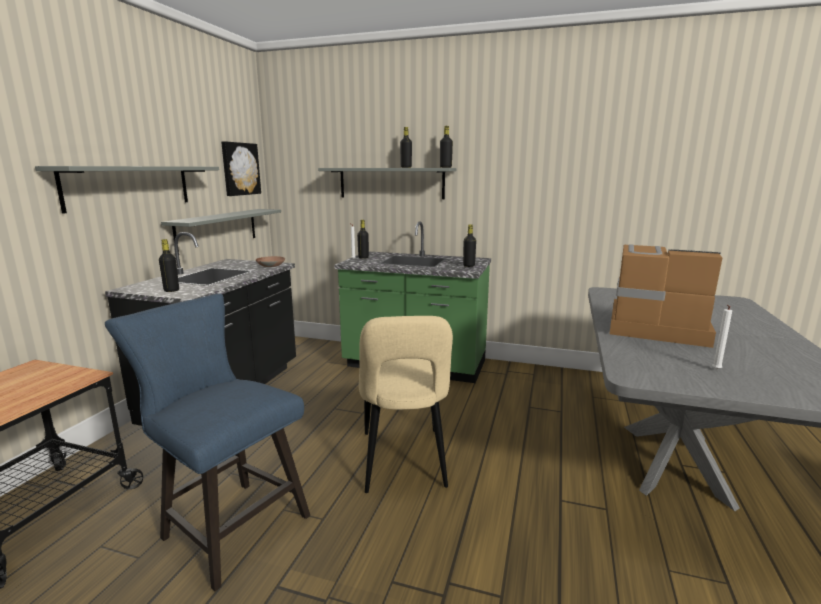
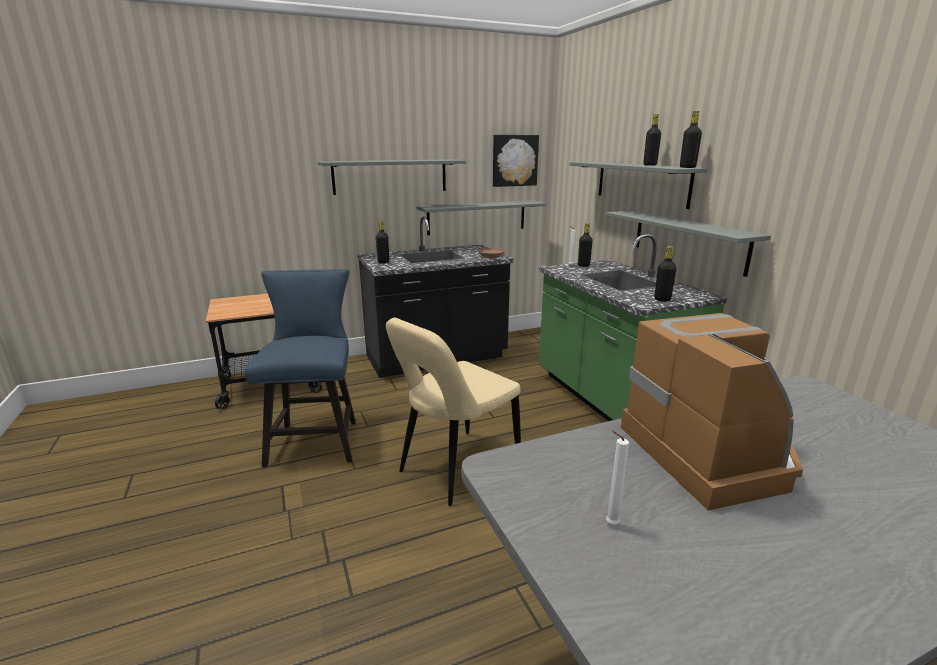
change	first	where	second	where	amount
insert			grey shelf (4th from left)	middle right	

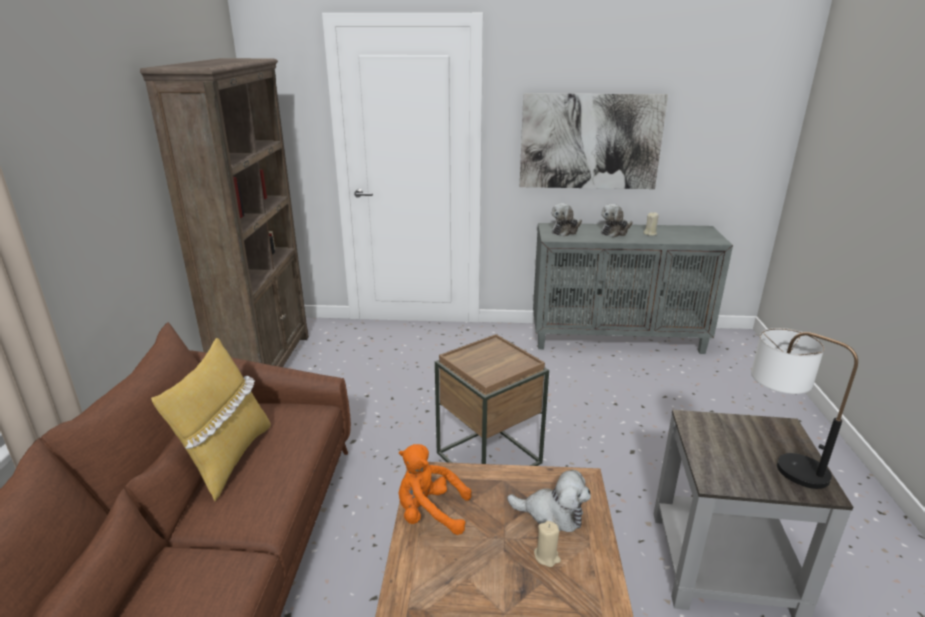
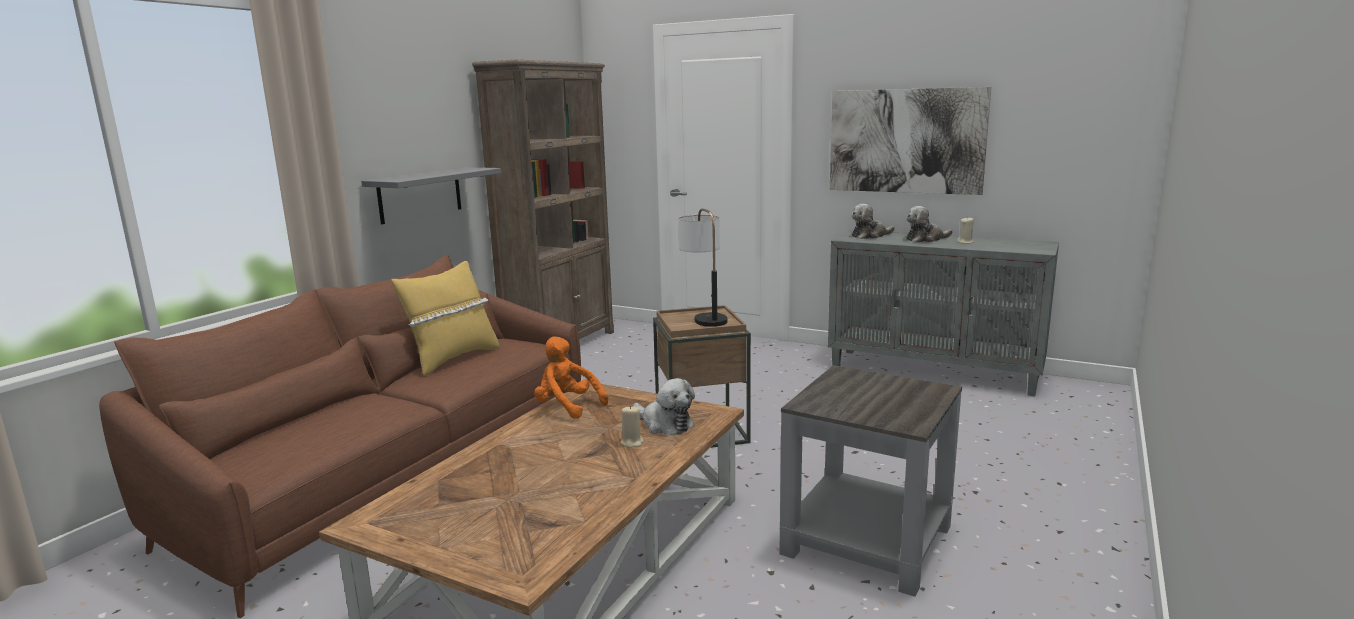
change	first	where	second	where	amount
insert			grey shelf	top left	
move	table lamp	middle right		centre	

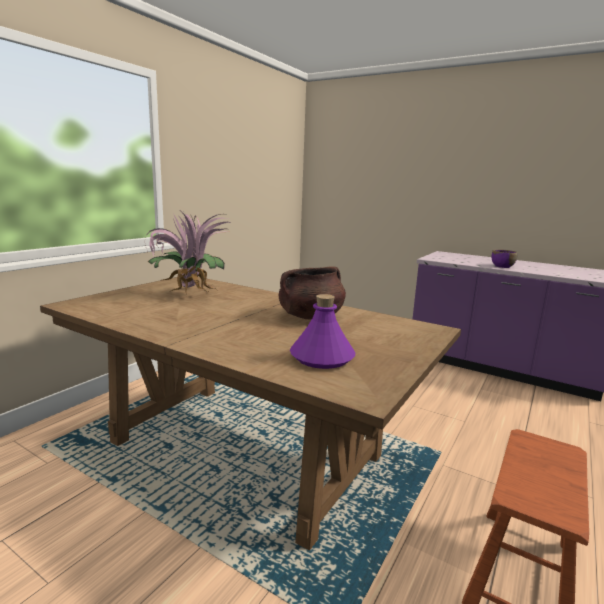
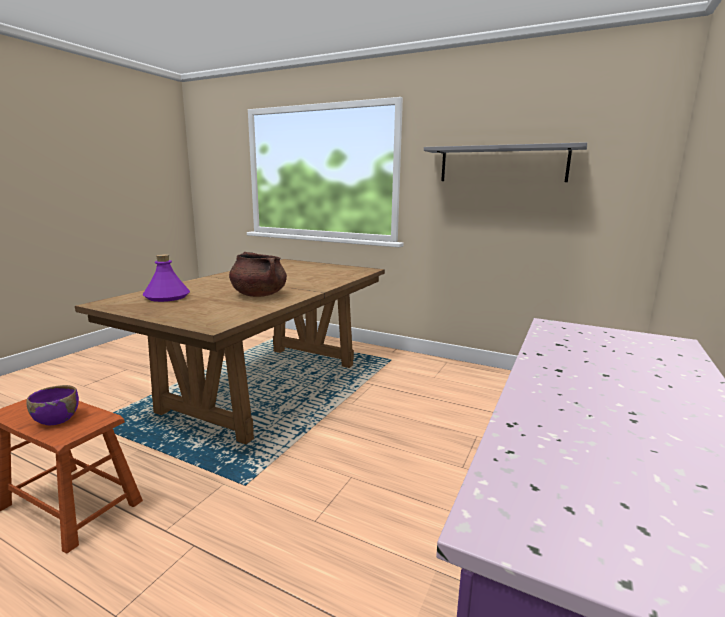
change	first	where	second	where	amount
move	purple bowl	middle right		middle left	
insert			grey shelf	top right	
delete	potted plant	middle left			

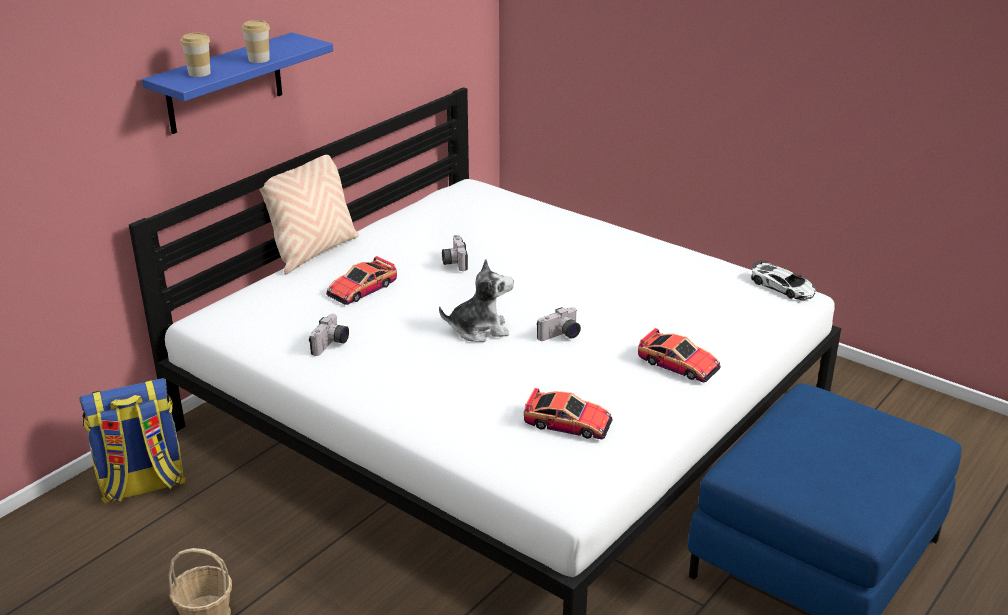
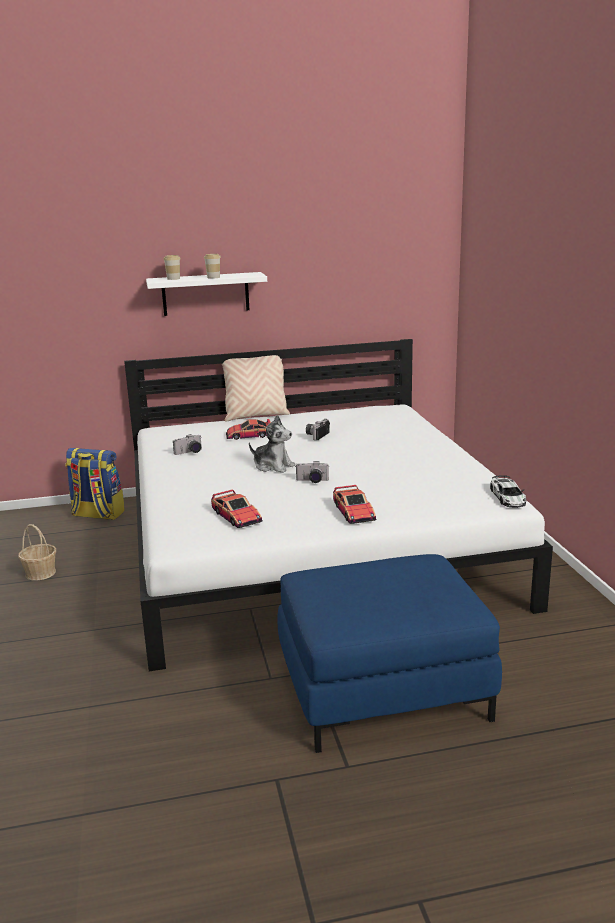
change	first	where	second	where	amount
recolor	blue shelf	top left	white shelf	top centre	

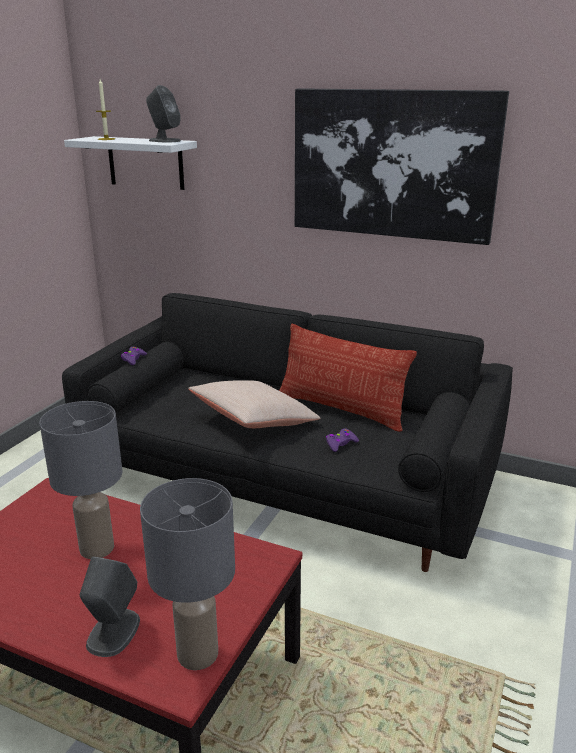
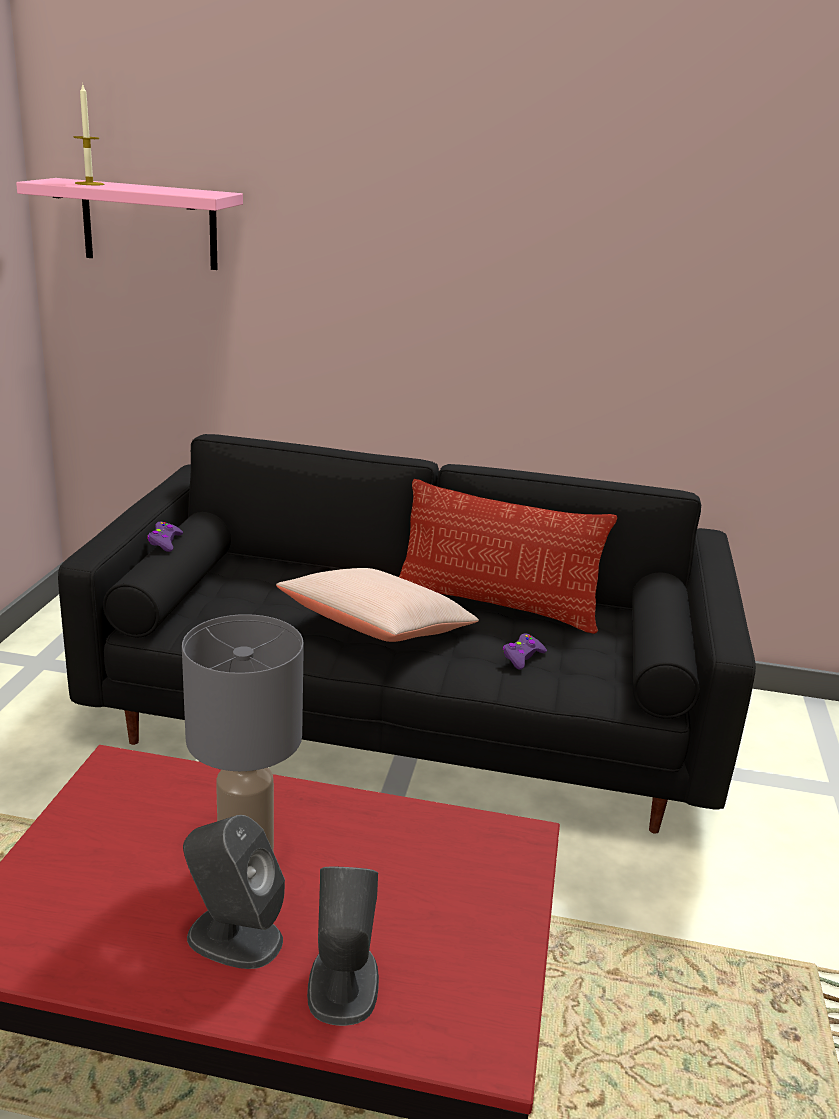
change	first	where	second	where	amount
recolor	white shelf	top left	pink shelf	top left	
move	grey speaker (2nd from left in the first image)	top left	grey speaker (1st from left)	bottom left	
delete	grey table lamp (2nd from left)	bottom left			
delete	picture	top right			

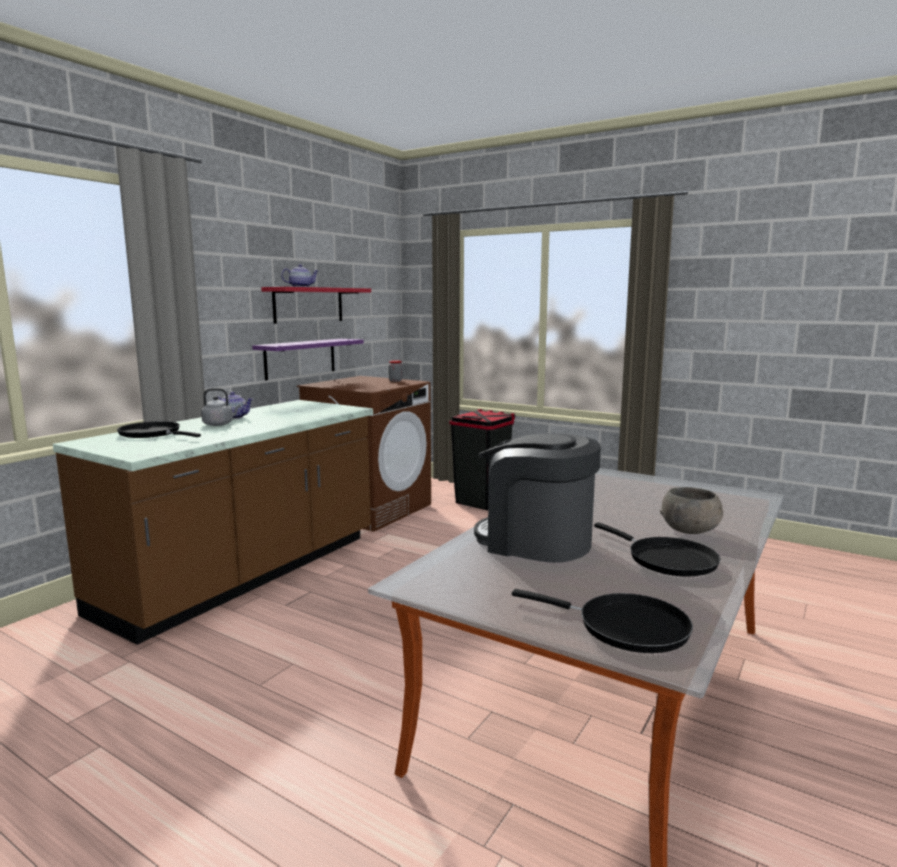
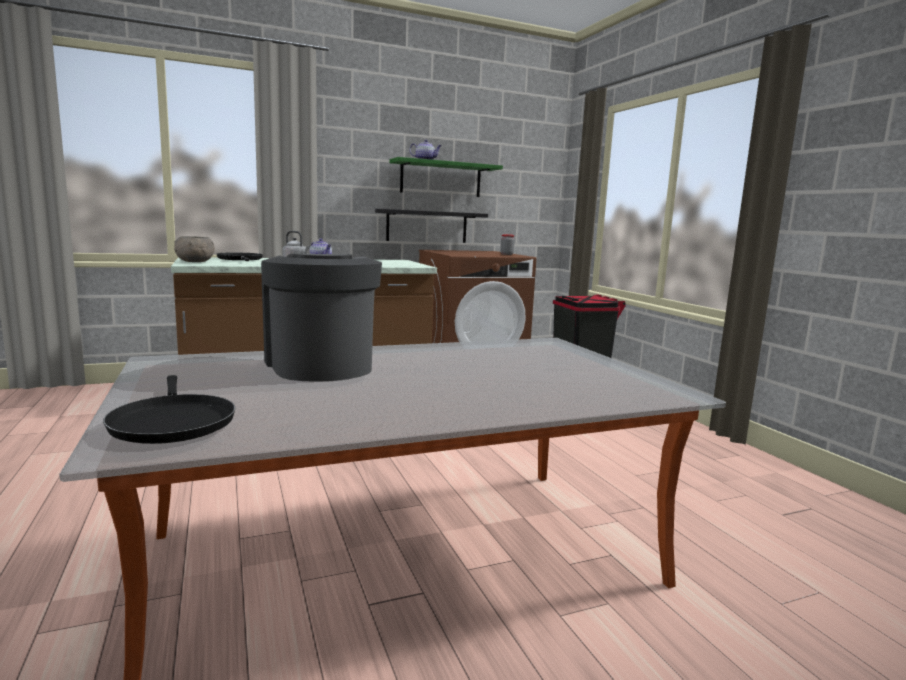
change	first	where	second	where	amount
move	grey bowl	middle right		middle left	
recolor	purple shelf	centre	black shelf	top centre	
recolor	red shelf	centre	green shelf	top centre	
delete	black frying pan (3rd from left)	middle right			

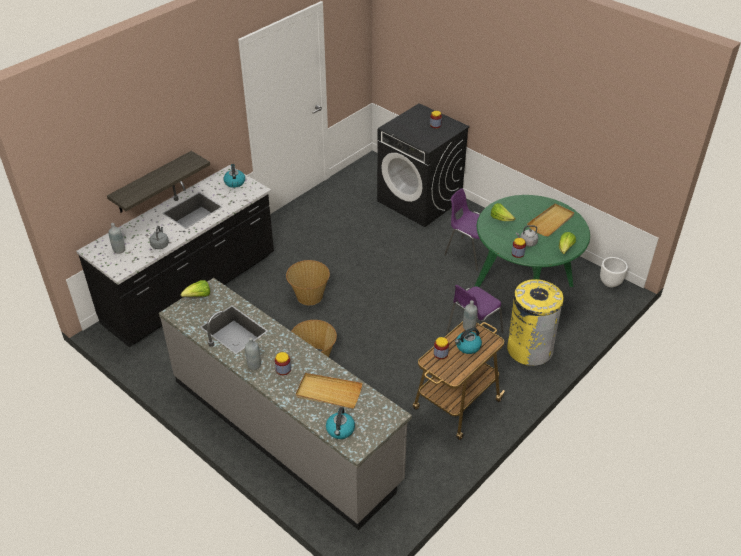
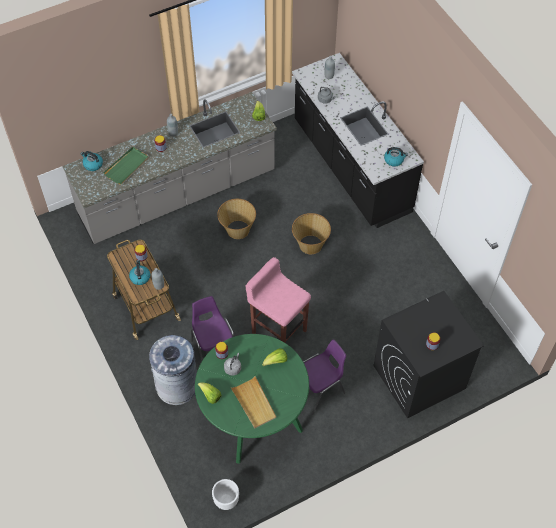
change	first	where	second	where	amount
recolor	beige tray (1st from left)	bottom centre	green tray	top left	
recolor	yellow trash can	middle right	grey trash can	bottom left	
insert			pink stool	centre	
delete	shelf	top left			

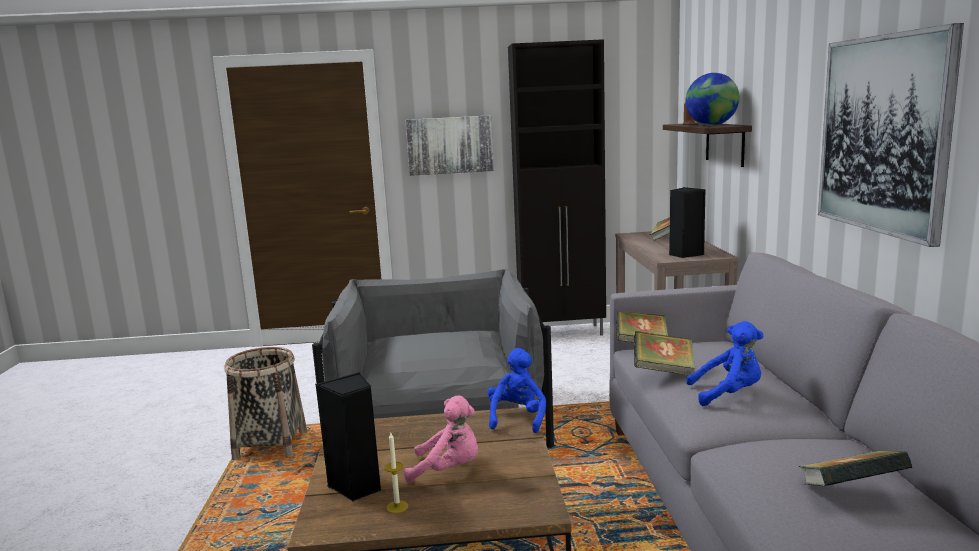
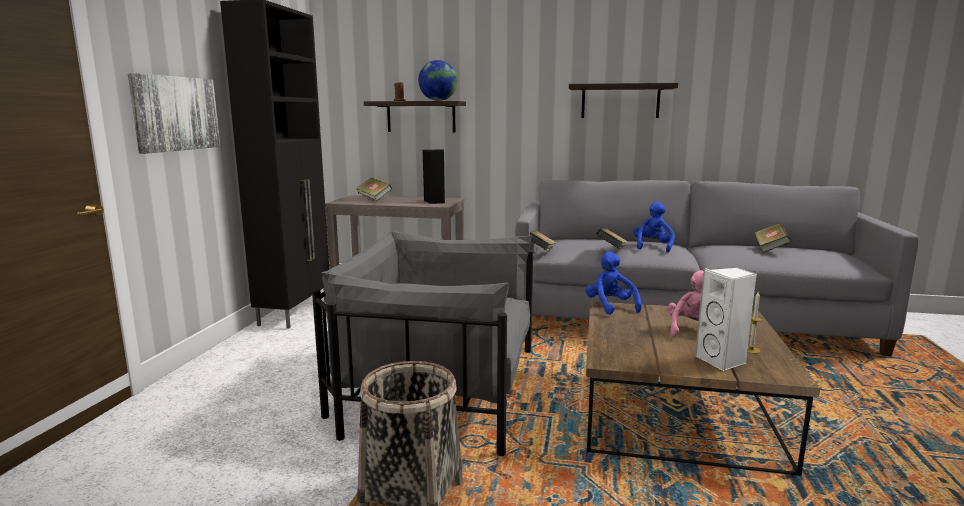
change	first	where	second	where	amount
replace	picture (2nd from left)	top right	shelf (2nd from left)	top centre	
rotate	blue plush toy (1st from left)	bottom centre		centre	45 degrees clockwise
recolor	black speaker (1st from left)	bottom centre	white speaker	middle right	

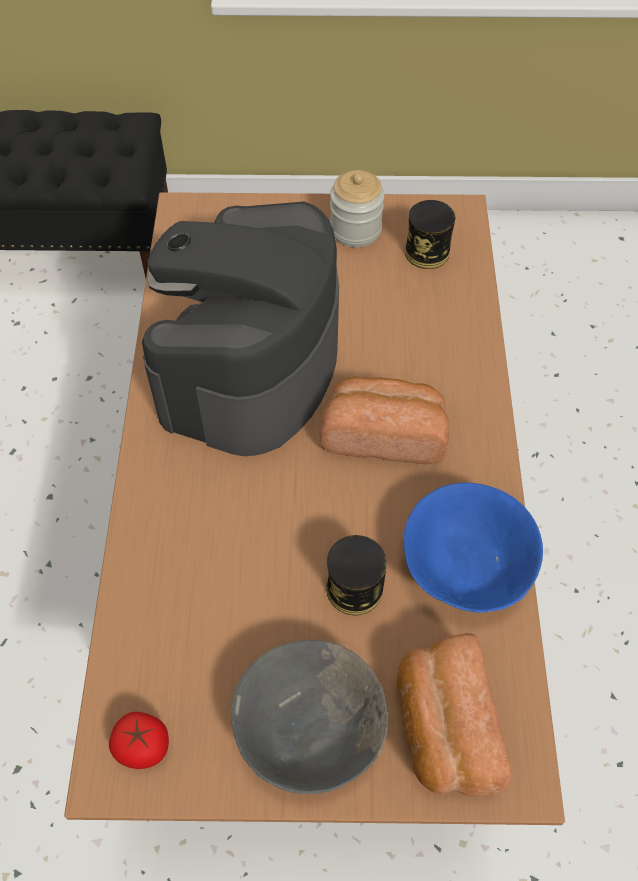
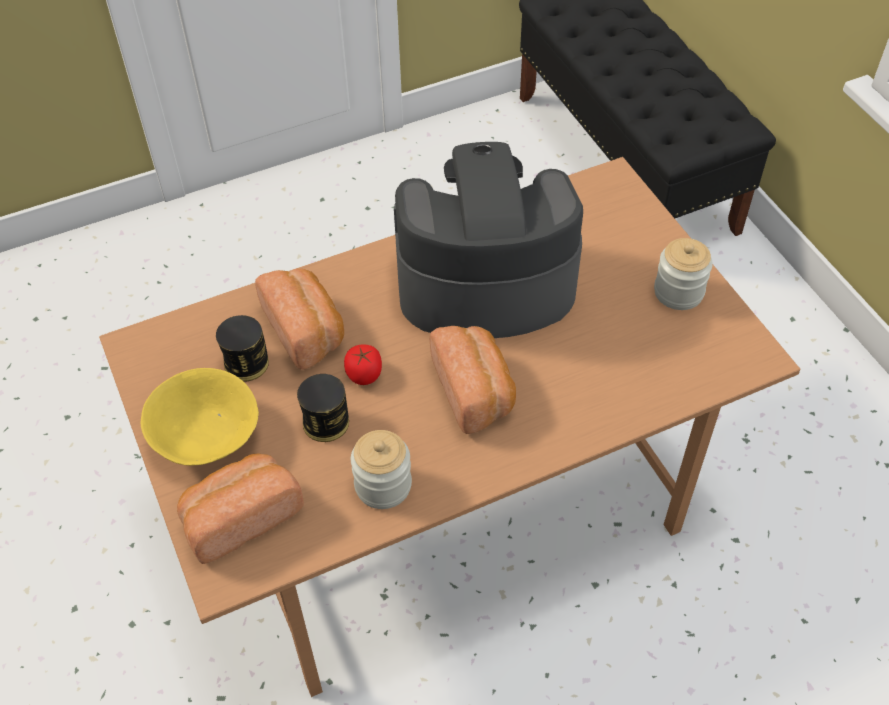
change	first	where	second	where	amount
recolor	grey bowl	bottom centre	yellow bowl	middle left	
move	can (2nd from left in the first image)	top right	can (1st from left)	middle left	
insert			bread (2nd from left)	centre	
move	tomato	bottom left		centre	
replace	blue bowl	middle right	jar (1st from left)	centre	

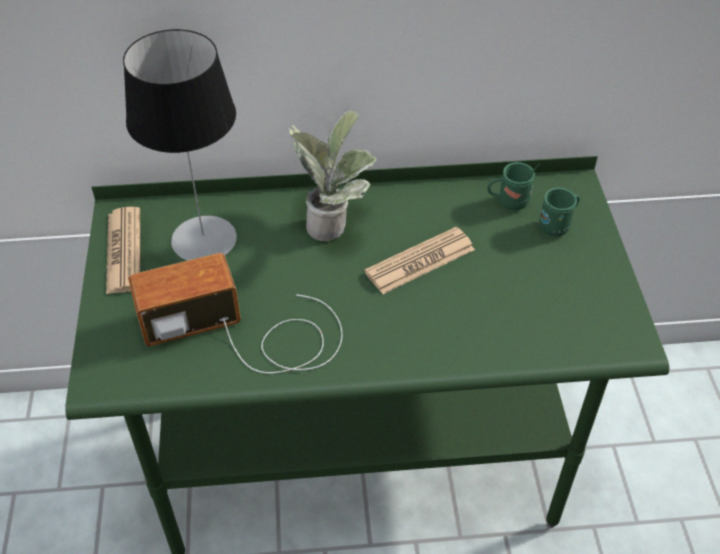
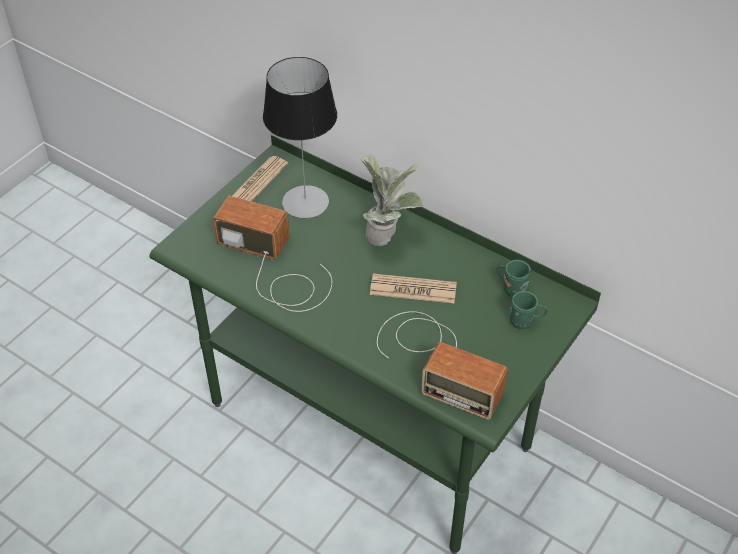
change	first	where	second	where	amount
insert			radio (2nd from left)	centre	

